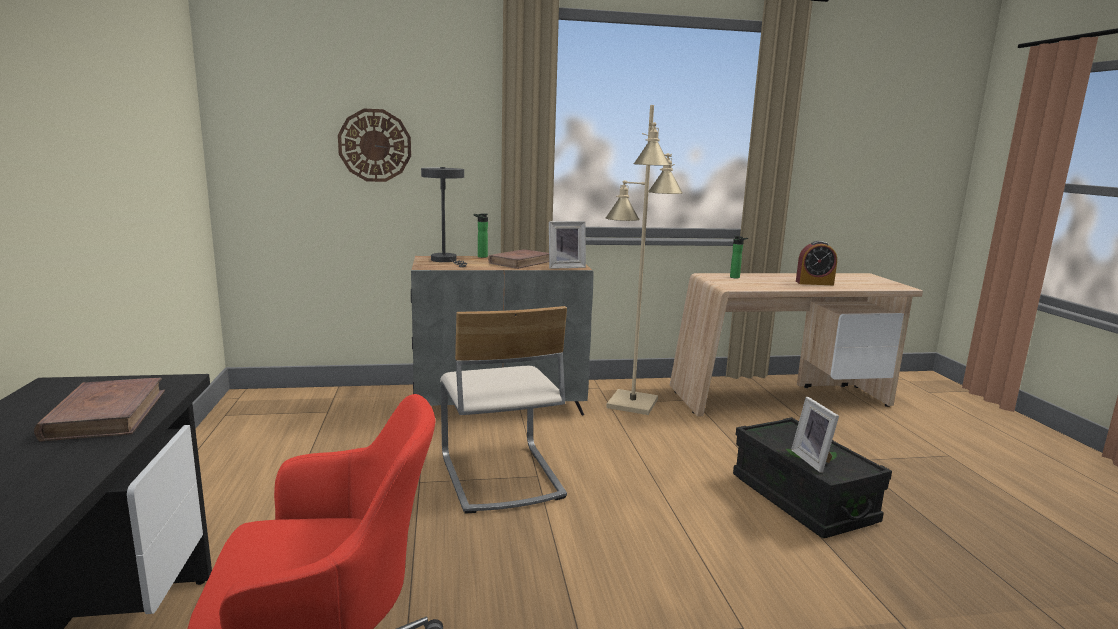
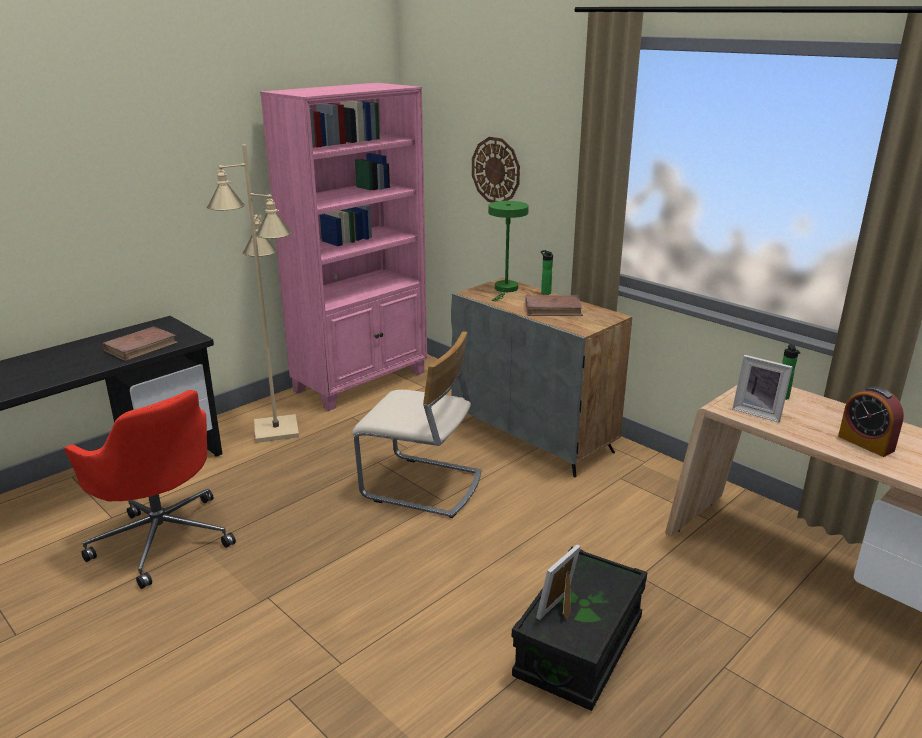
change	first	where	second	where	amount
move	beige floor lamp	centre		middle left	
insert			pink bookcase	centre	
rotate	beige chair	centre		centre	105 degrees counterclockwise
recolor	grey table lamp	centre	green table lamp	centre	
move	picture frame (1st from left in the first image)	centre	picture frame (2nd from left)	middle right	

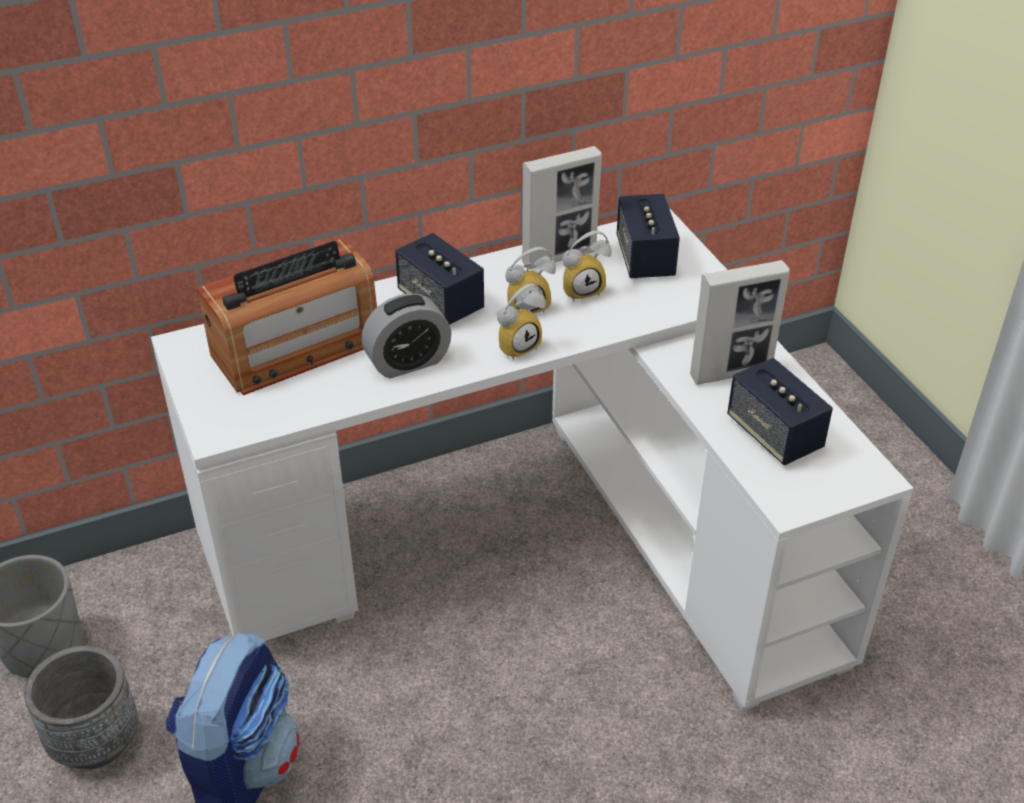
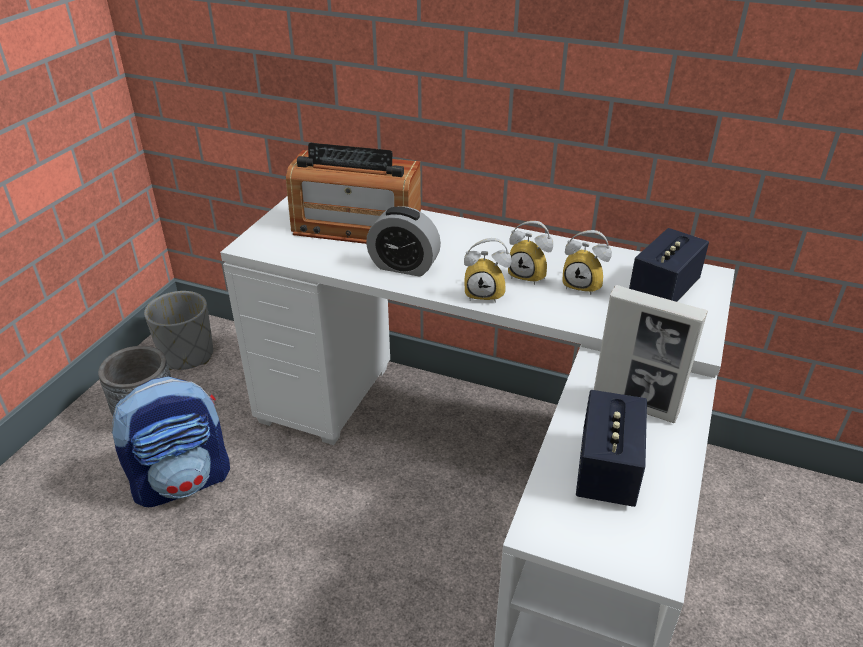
change	first	where	second	where	amount
delete	speaker (1st from left)	centre			
delete	picture frame (1st from left)	top centre			

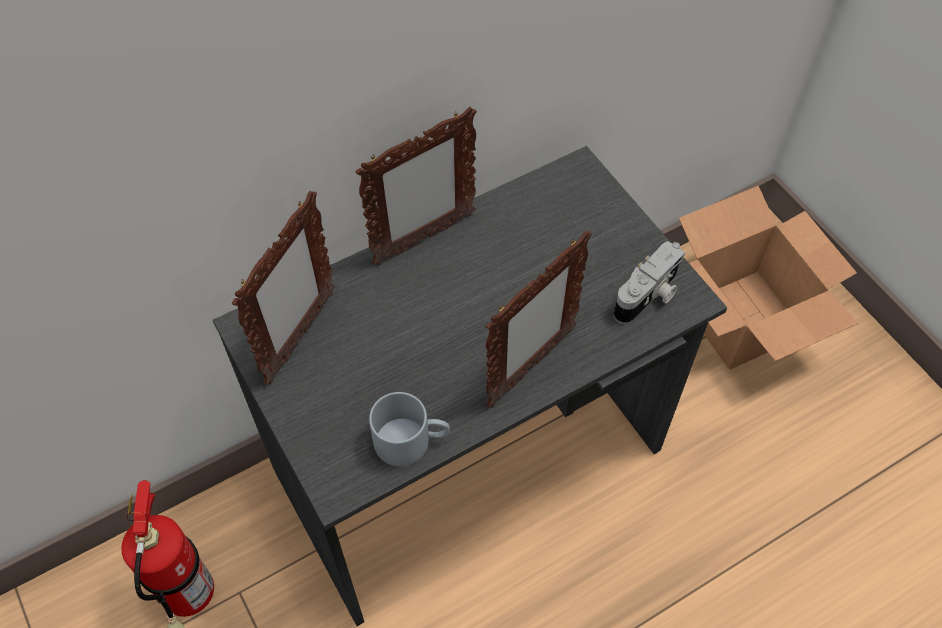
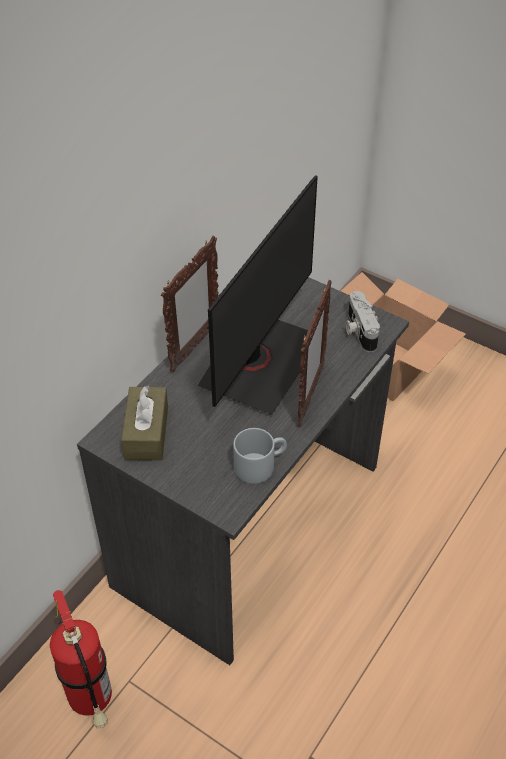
change	first	where	second	where	amount
replace	picture frame (1st from left)	middle left	brown tissue box	middle left	
insert			monitor	centre	
rotate	photo camera	middle right		middle right	150 degrees clockwise

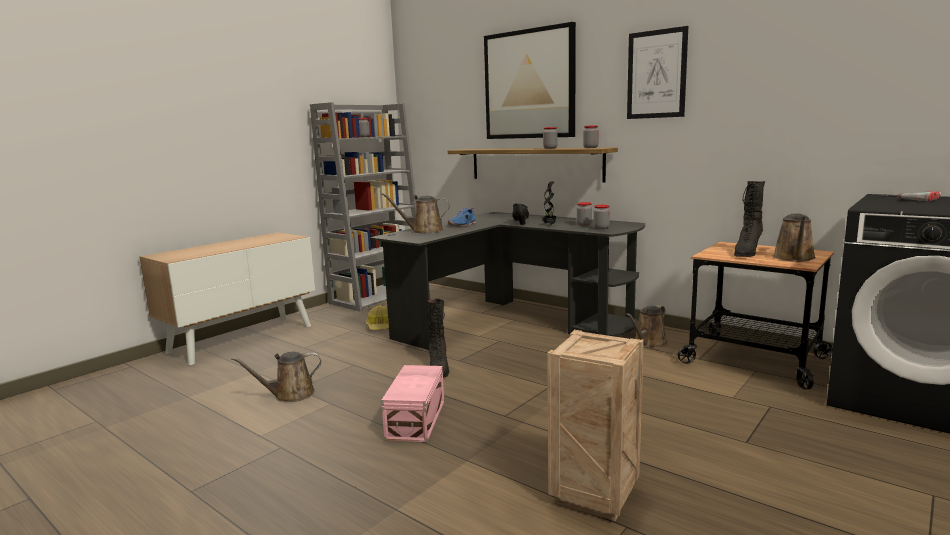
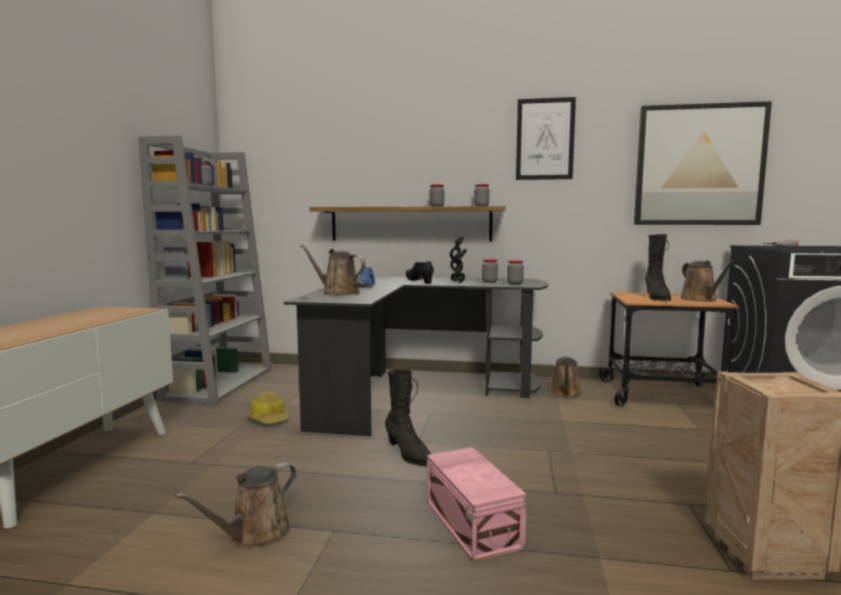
change	first	where	second	where	amount
rotate	brown watering can (2nd from left)	centre		centre	60 degrees clockwise
move	picture (1st from left in the first image)	top centre	picture (2nd from left)	top right	

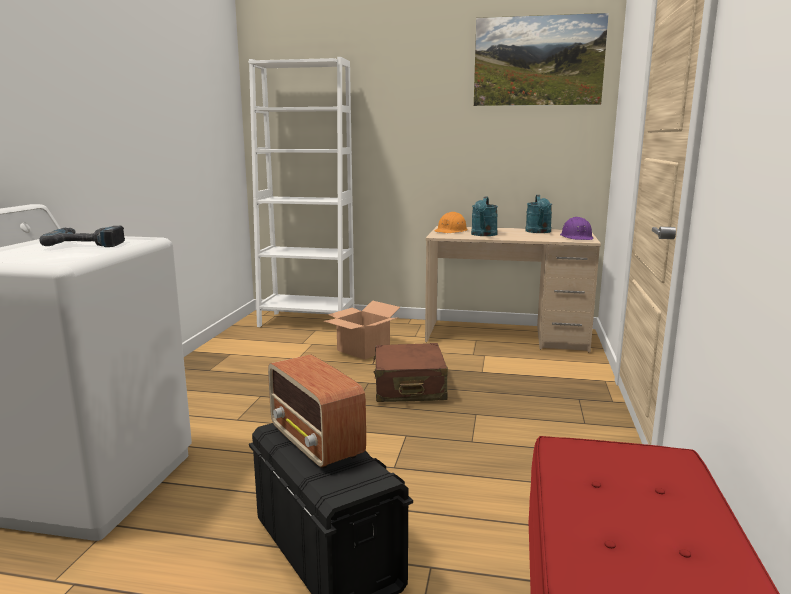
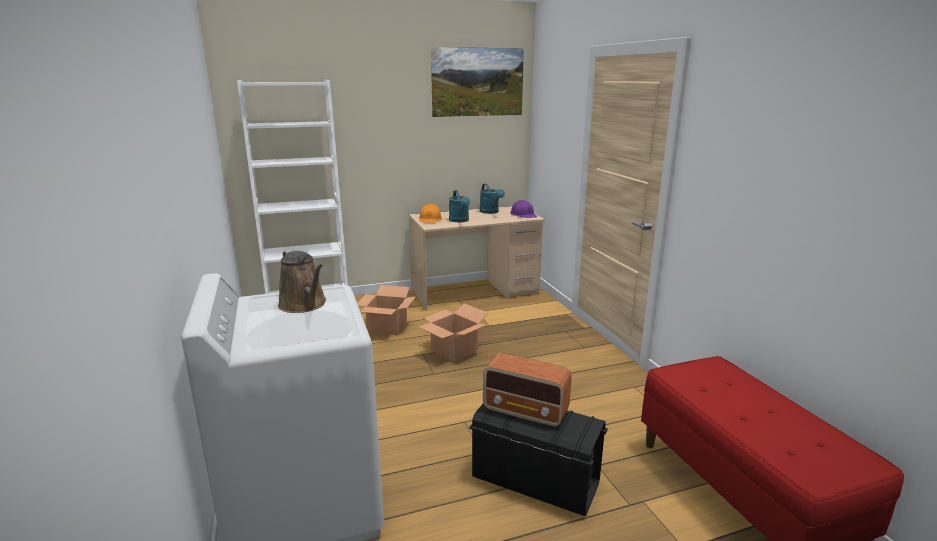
change	first	where	second	where	amount
replace	power drill	middle left	brown watering can	middle left	
replace	brown suitcase	centre	cardboard box (2nd from left)	centre	

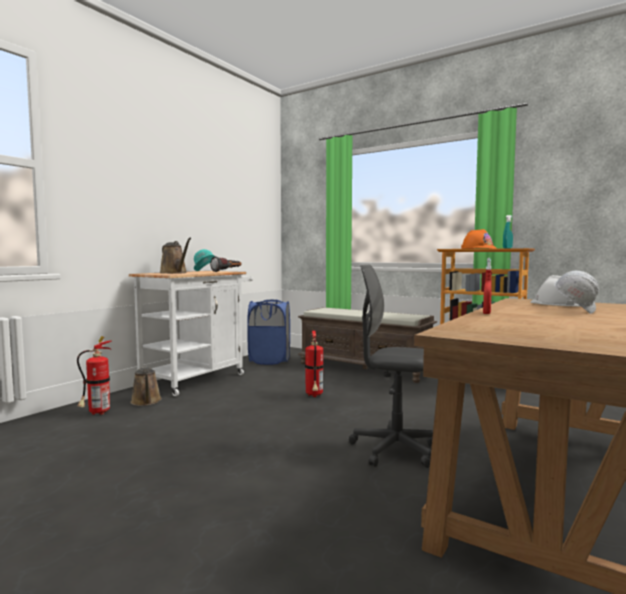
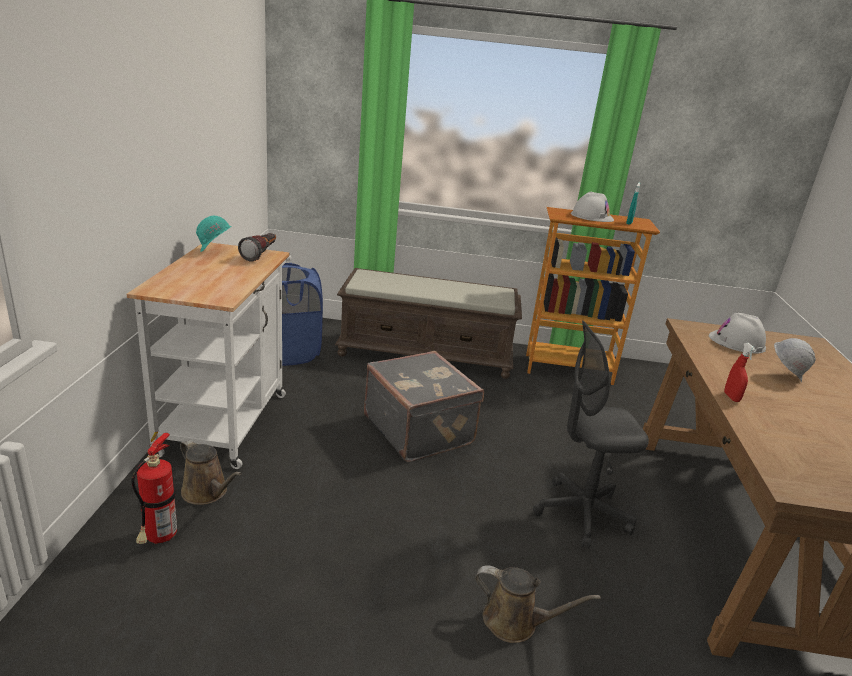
change	first	where	second	where	amount
replace	fire extinguisher (2nd from left)	centre	grey suitcase	centre	
move	brown watering can (2nd from left)	middle left		bottom centre	
recolor	orange hard hat	middle right	white hard hat (1st from left)	top right	

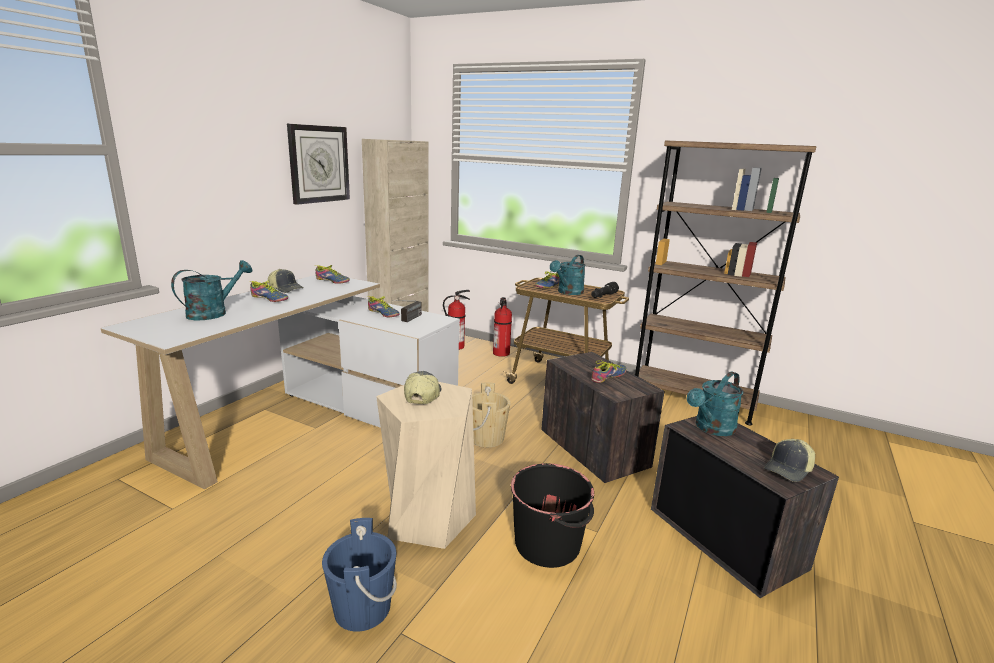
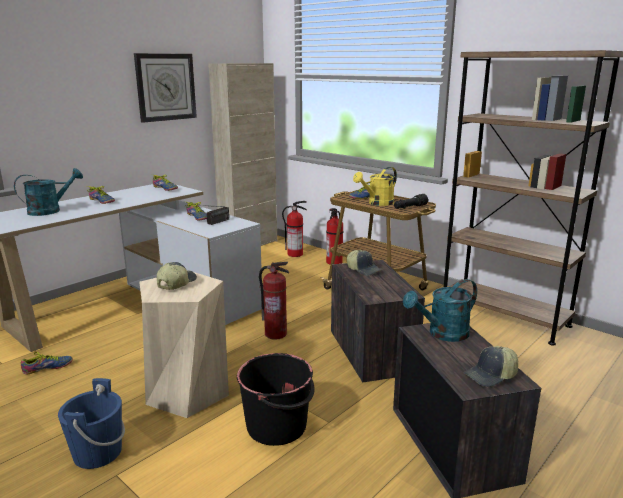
change	first	where	second	where	amount
move	shoe (5th from left in the first image)	centre	shoe (1st from left)	bottom left	
replace	beige bucket	centre	fire extinguisher (1st from left)	centre	
move	cap (1st from left in the first image)	middle left	cap (2nd from left)	centre	
recolor	turquoise watering can (2nd from left)	centre	yellow watering can	centre	

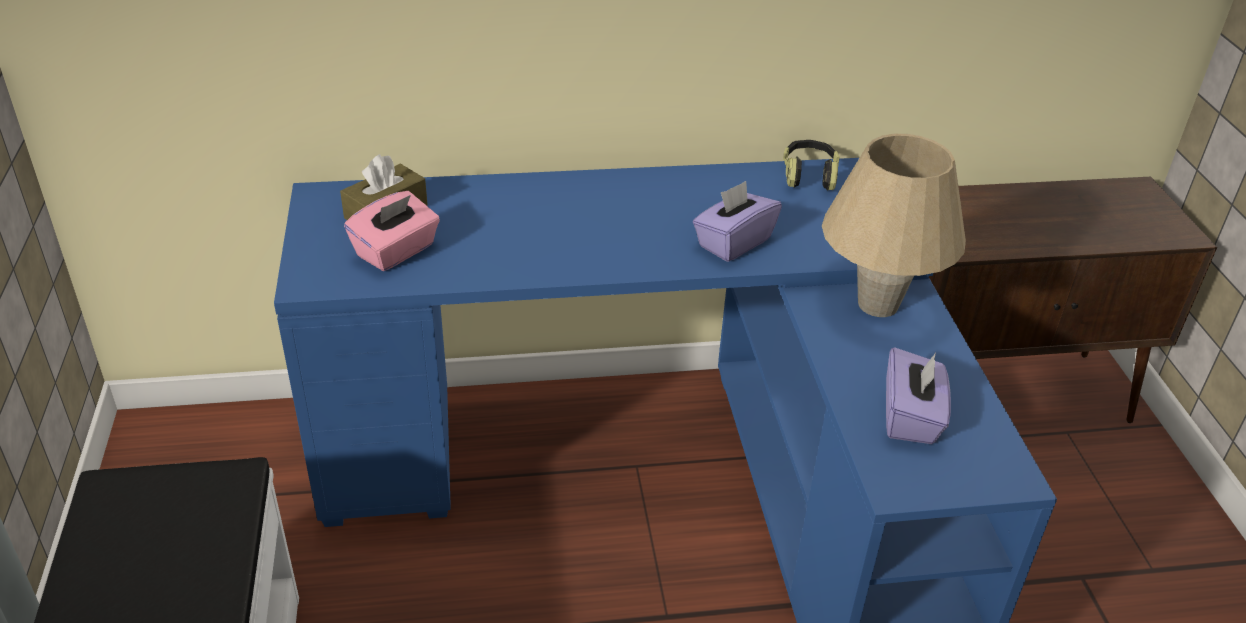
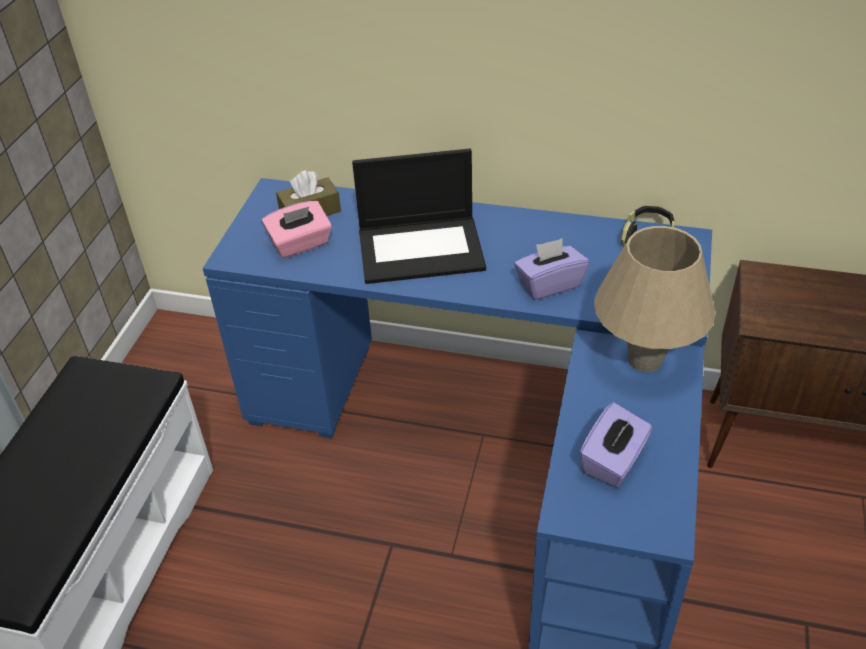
change	first	where	second	where	amount
insert			laptop	top centre	

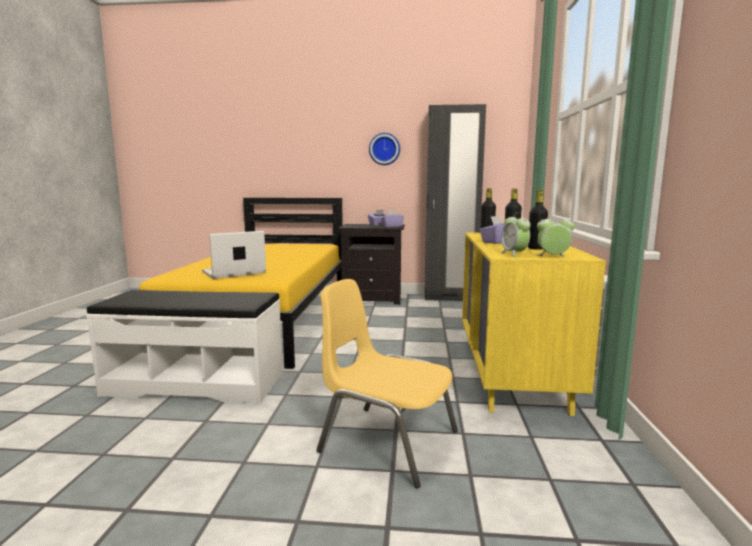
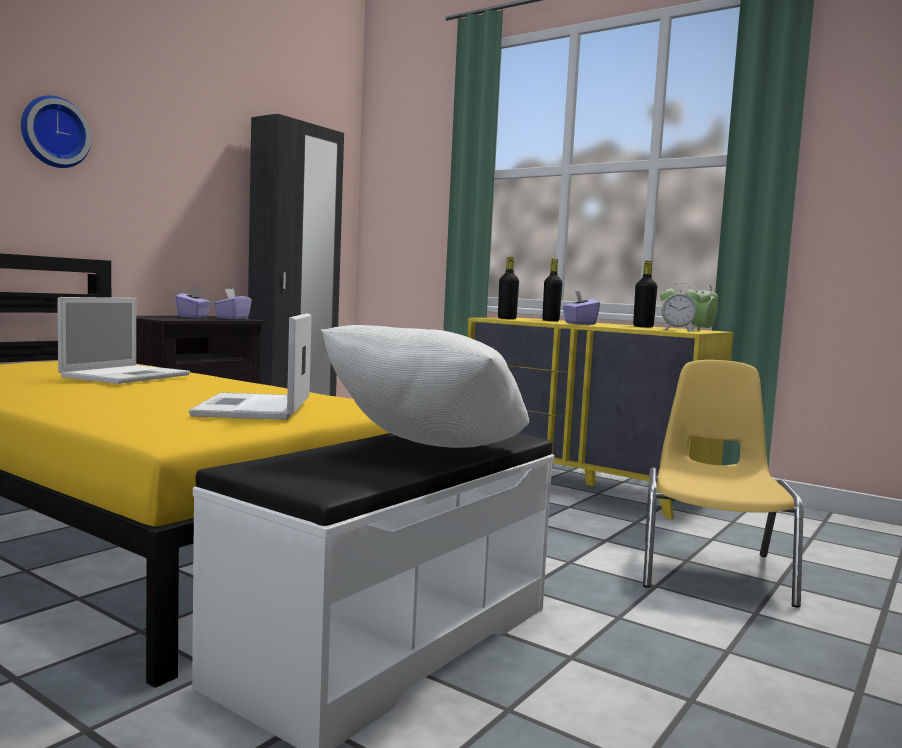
change	first	where	second	where	amount
move	wall clock	top centre		top left	
insert			laptop (1st from left)	middle left	
insert			white pillow	centre	
rotate	yellow chair	bottom centre		middle right	135 degrees clockwise

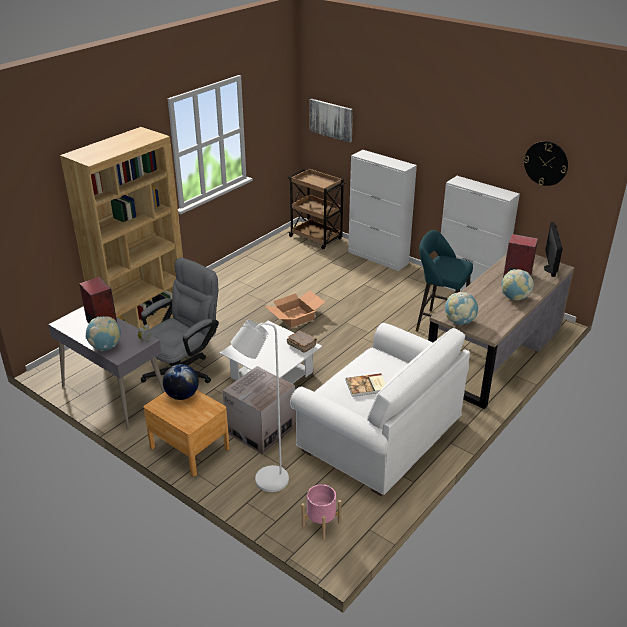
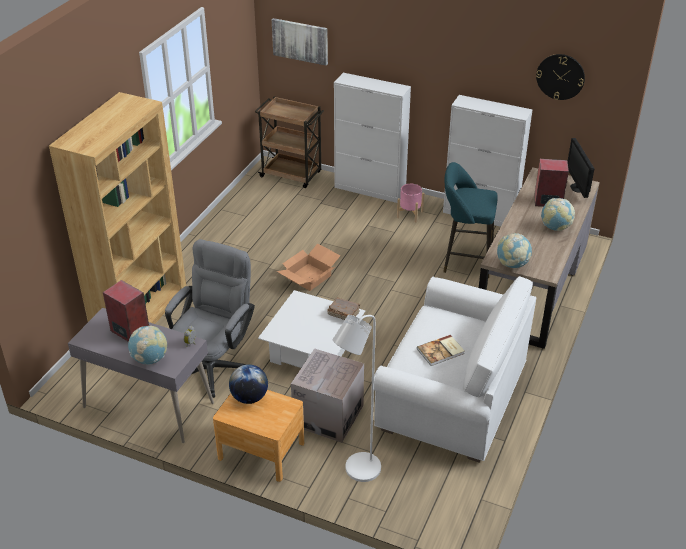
change	first	where	second	where	amount
move	pink planter	bottom centre		centre	

